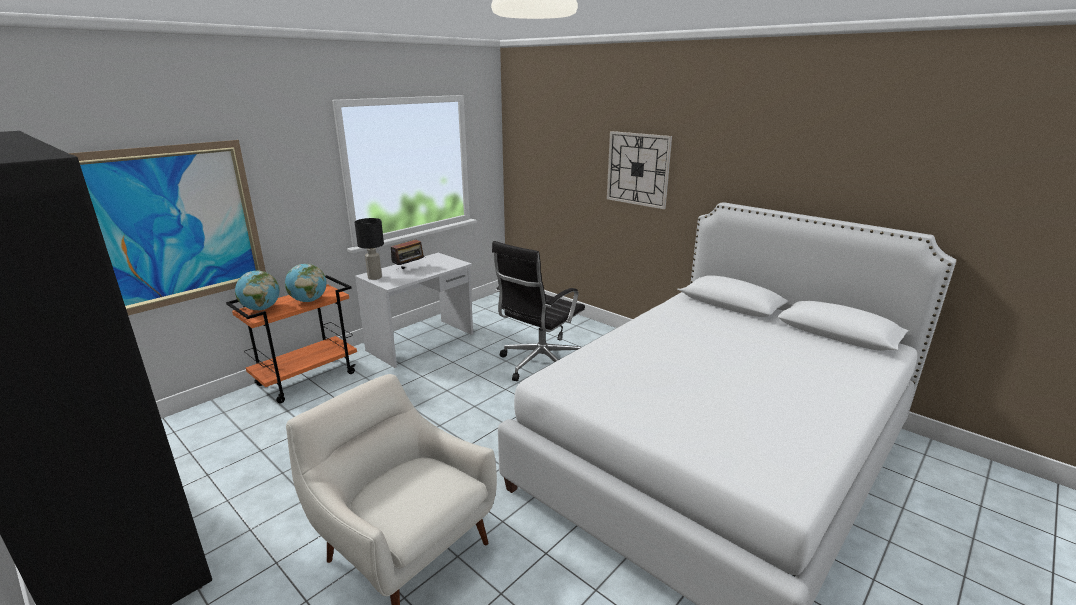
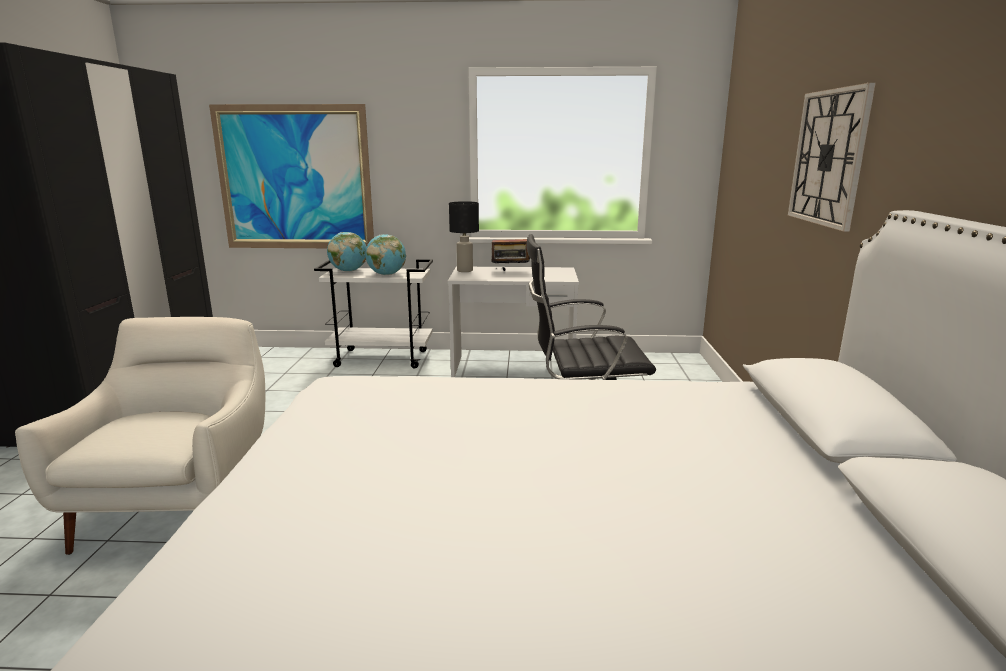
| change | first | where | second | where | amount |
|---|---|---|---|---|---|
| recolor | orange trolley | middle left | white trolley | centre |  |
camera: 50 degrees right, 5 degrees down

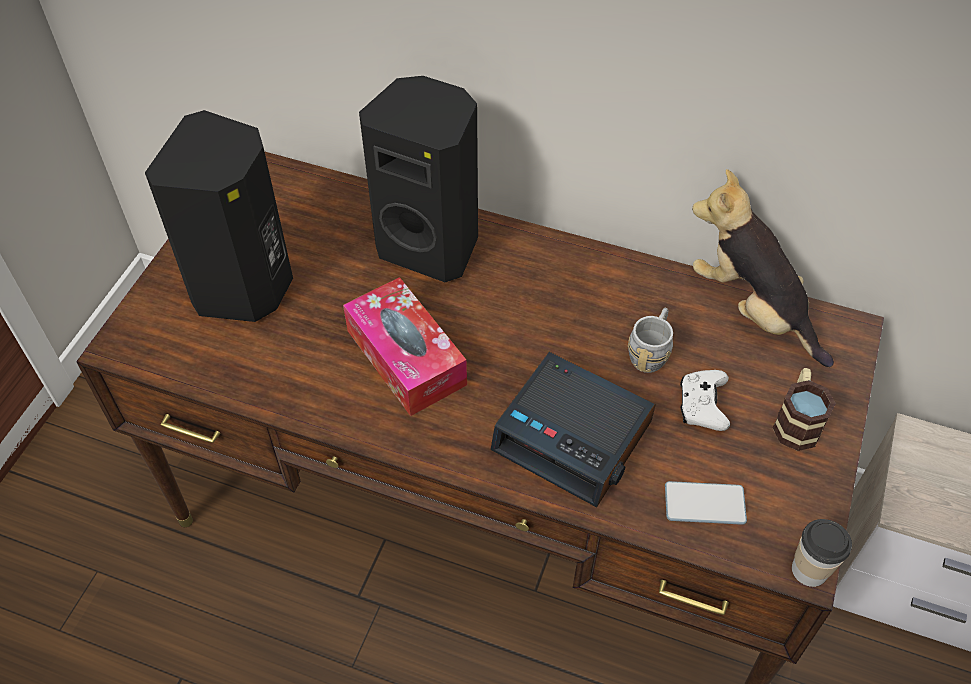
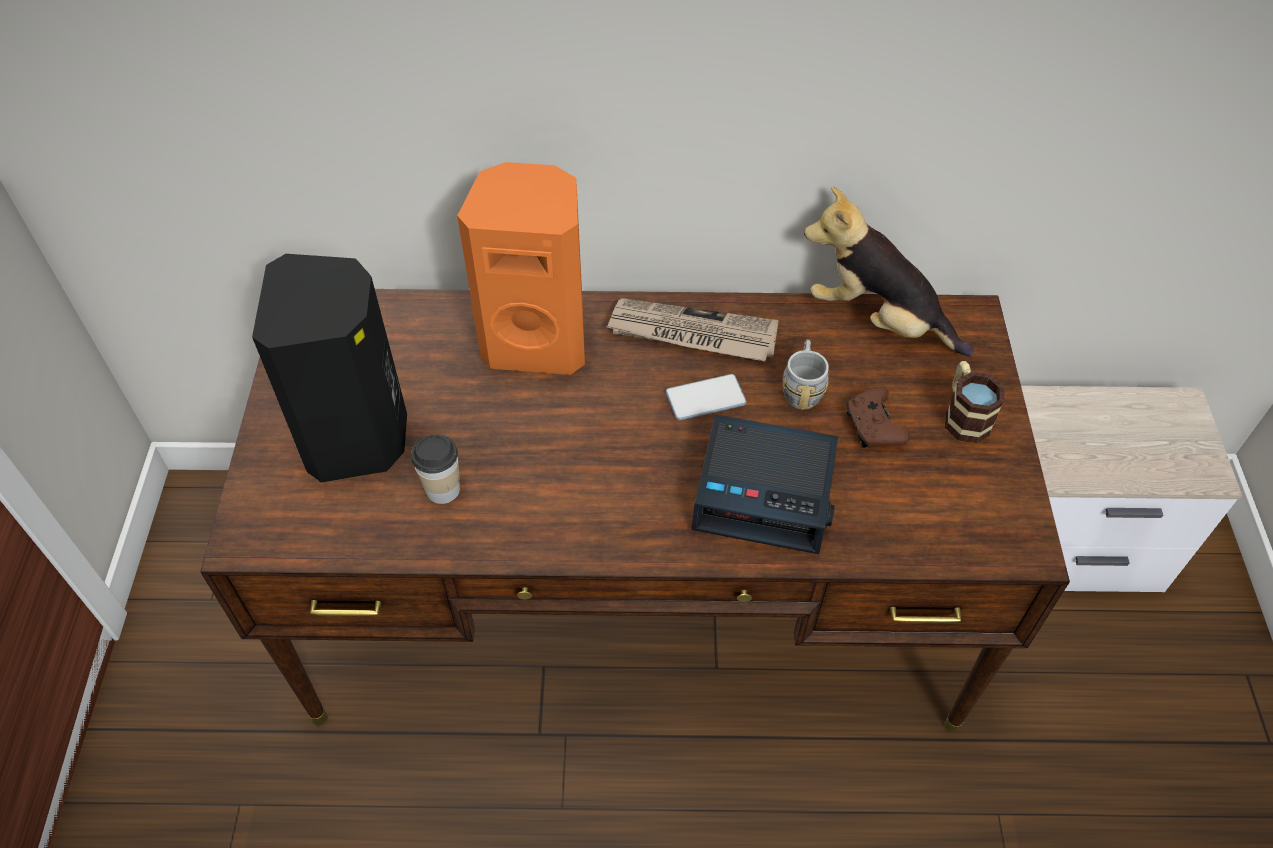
| change | first | where | second | where | amount |
|---|---|---|---|---|---|
| delete | box of tissues | centre |  |  |  |
| insert |  |  | newspaper | centre |  |
| move | phone | bottom right |  | centre |  |
| move | cup | bottom right |  | centre |  |
| recolor | black-coloured audio speaker (2nd from left) | top centre | orange audio speaker | top centre |  |
| recolor | white gamepad | middle right | brownish gamepad | middle right |  |
camera: 20 degrees left, 0 degrees up

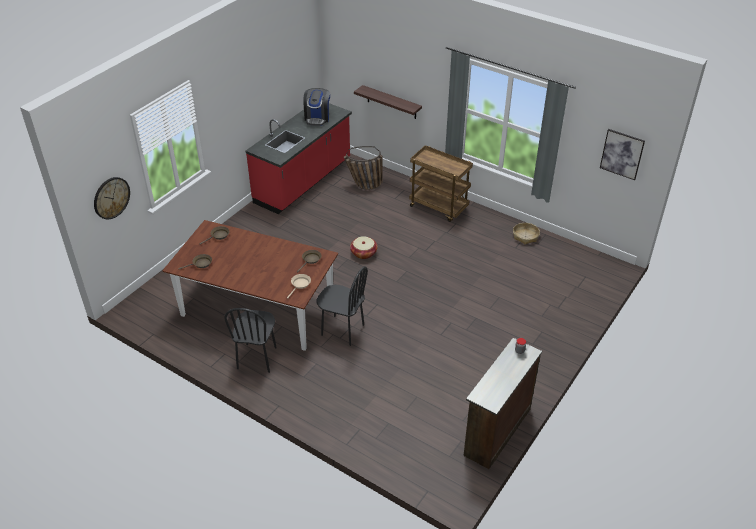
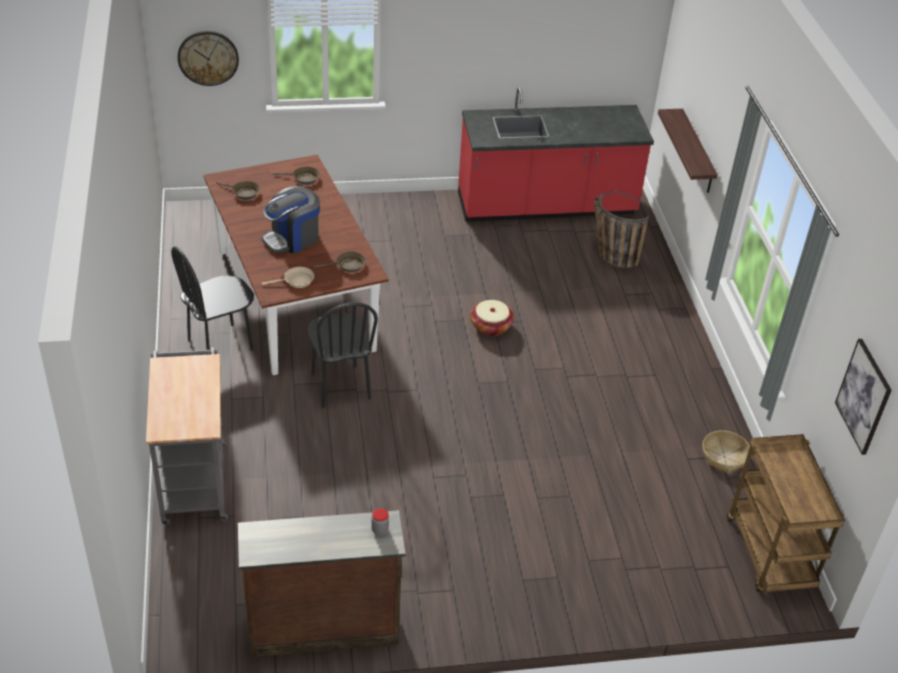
| change | first | where | second | where | amount |
|---|---|---|---|---|---|
| insert |  |  | gray trolley | middle left |  |
| move | coffee brewer | top centre |  | top left |  |
| move | brownish trolley | centre |  | bottom right |  |
camera: 45 degrees right, 0 degrees up

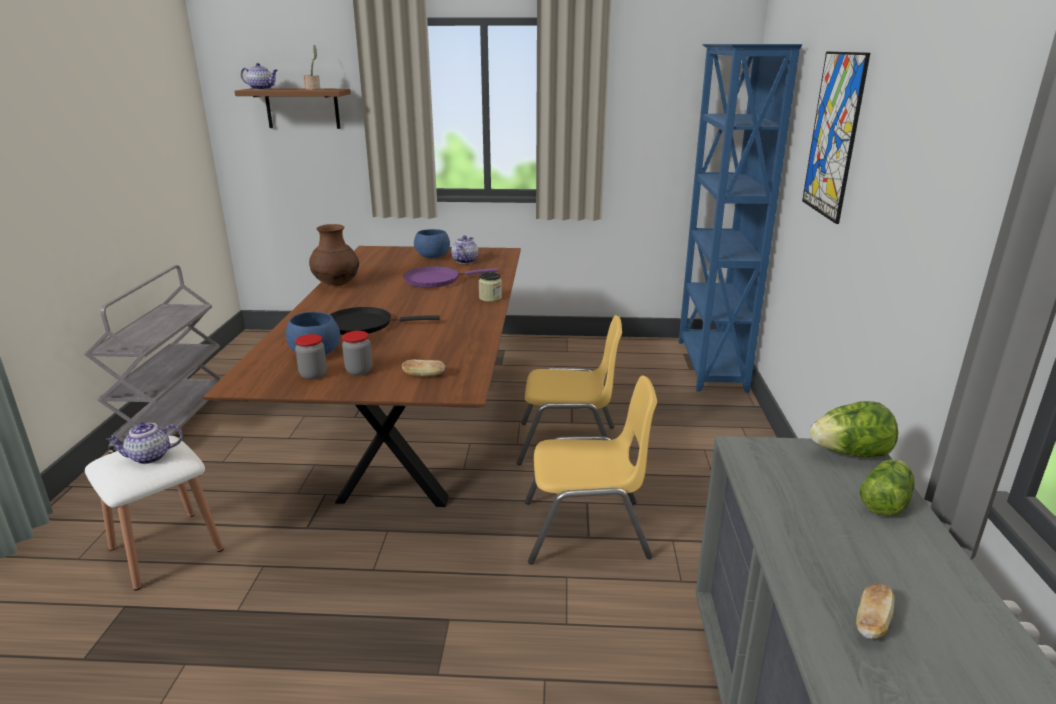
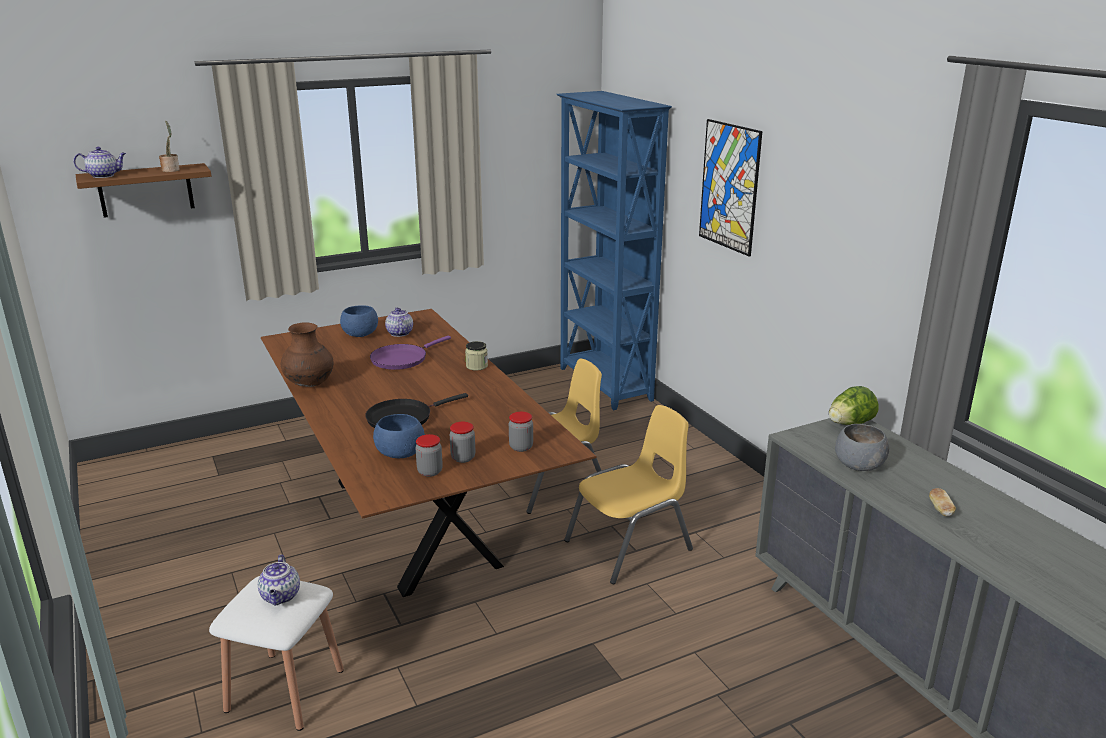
| change | first | where | second | where | amount |
|---|---|---|---|---|---|
| delete | gray trolley | middle left |  |  |  |
| delete | head of lettuce (2nd from left) | bottom right |  |  |  |
| insert |  |  | gray serving bowl | middle right |  |
| replace | bakery bread (1st from left) | centre | jar (4th from left) | centre |  |
| rotate | tea pot (1st from left in the first image) | middle left | tea pot (2nd from left) | bottom left | 45 degrees counterclockwise |
camera: 30 degrees left, 0 degrees up

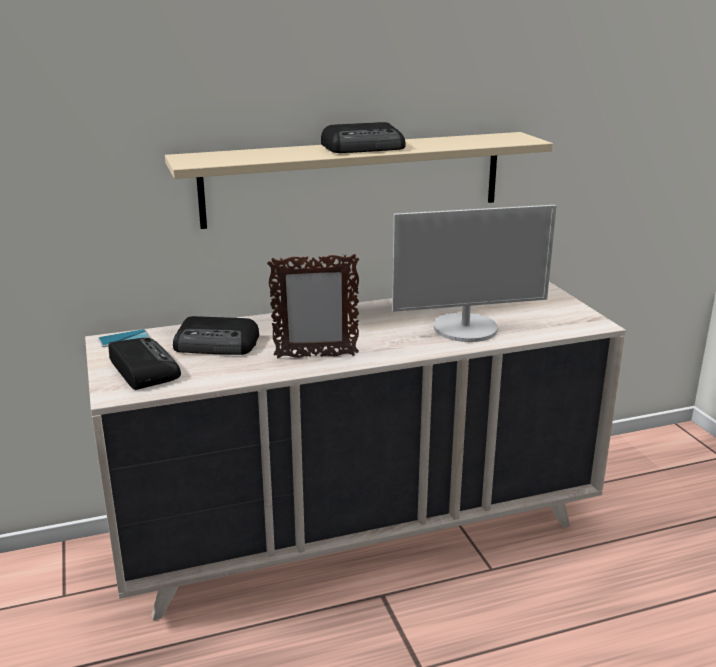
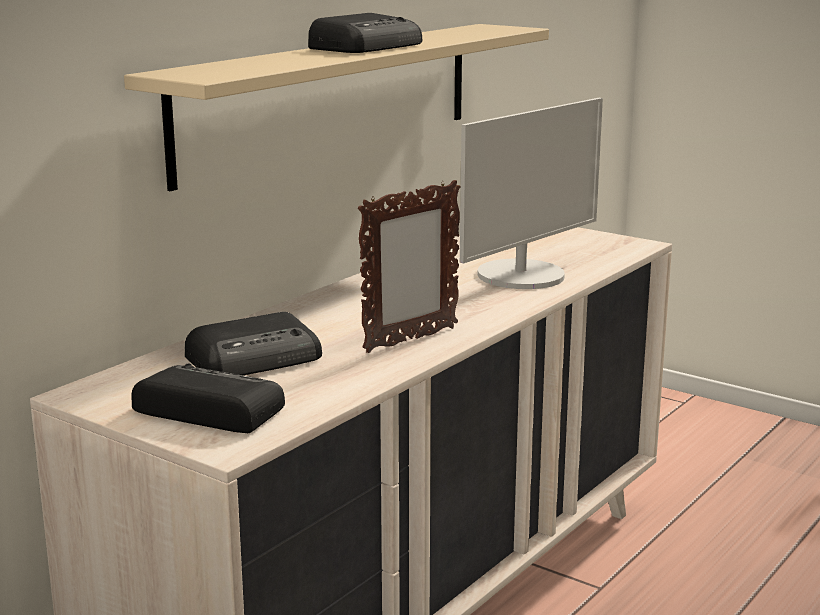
| change | first | where | second | where | amount |
|---|---|---|---|---|---|
| delete | phone | middle left |  |  |  |
camera: 35 degrees left, 5 degrees down

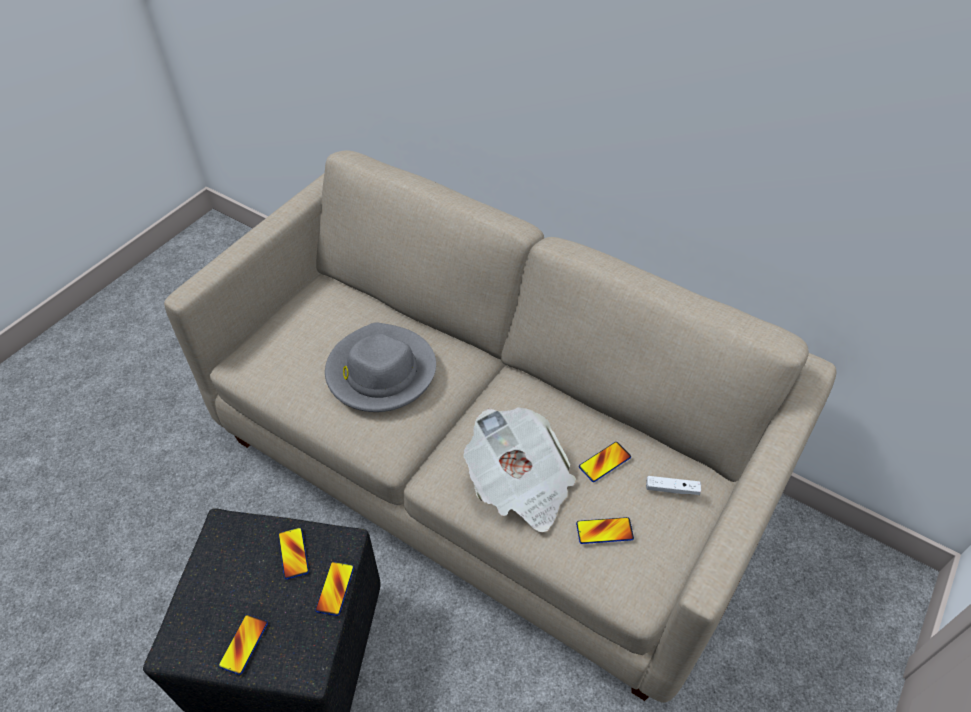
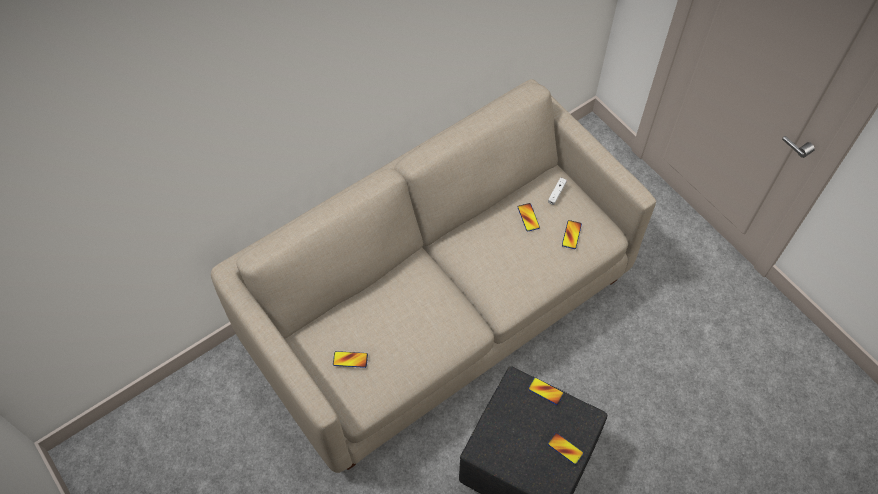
| change | first | where | second | where | amount |
|---|---|---|---|---|---|
| delete | gray wearable hat | centre |  |  |  |
| delete | newspaper | centre |  |  |  |
| move | phone (2nd from left in the first image) | bottom left | phone (1st from left) | bottom centre |  |
camera: 70 degrees left, 10 degrees up

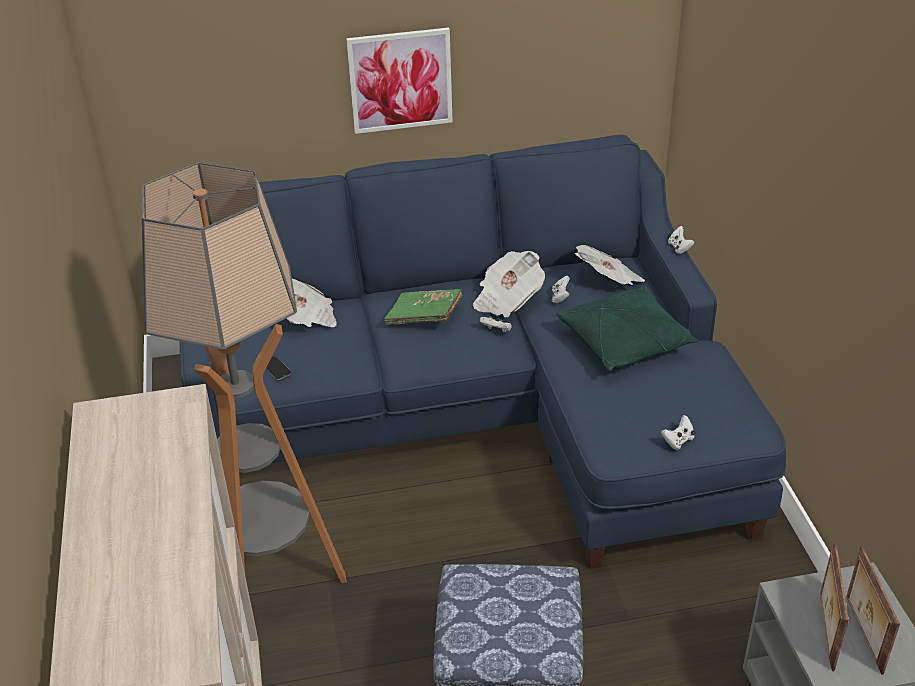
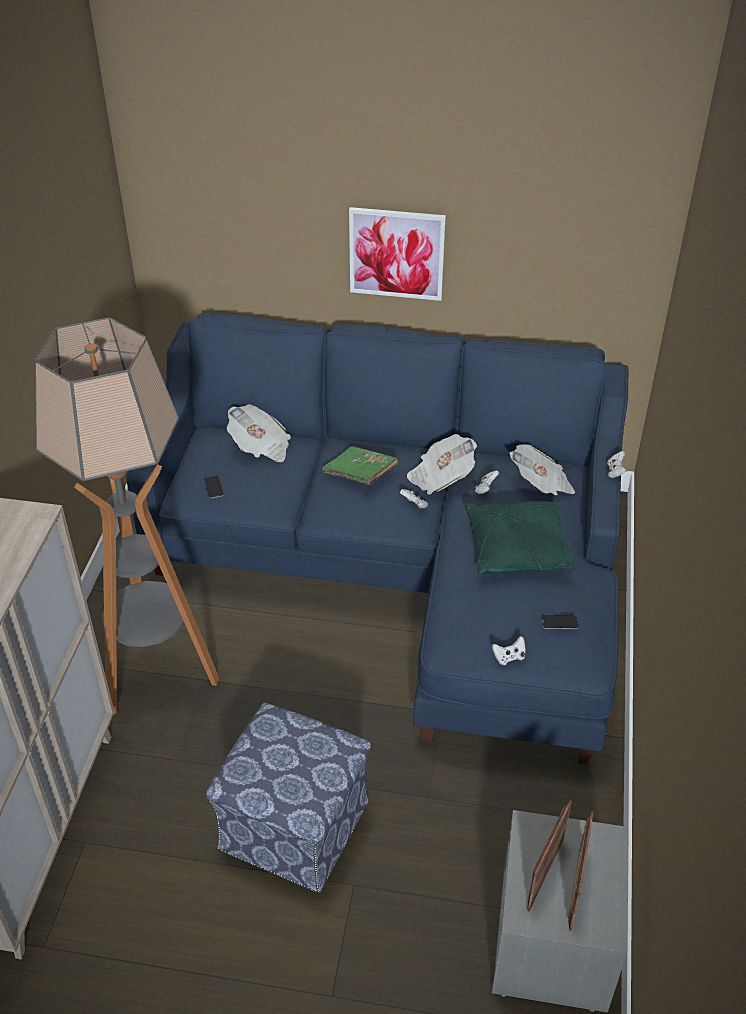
| change | first | where | second | where | amount |
|---|---|---|---|---|---|
| insert |  |  | phone (2nd from left) | middle right |  |
camera: 20 degrees right, 5 degrees up

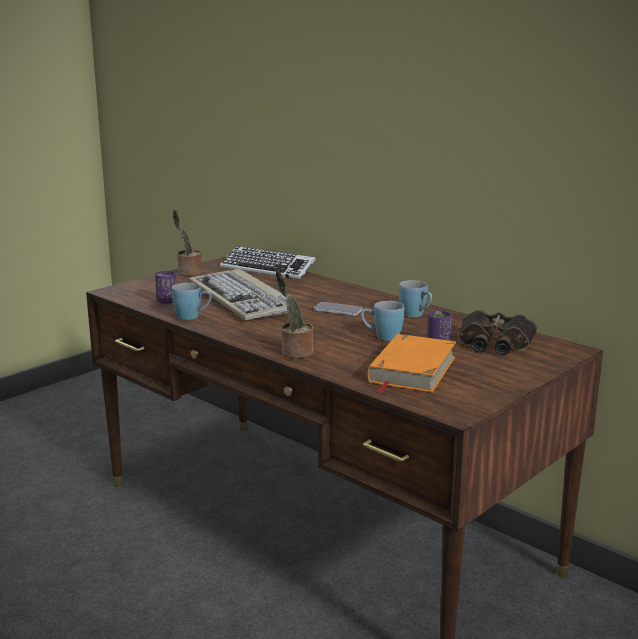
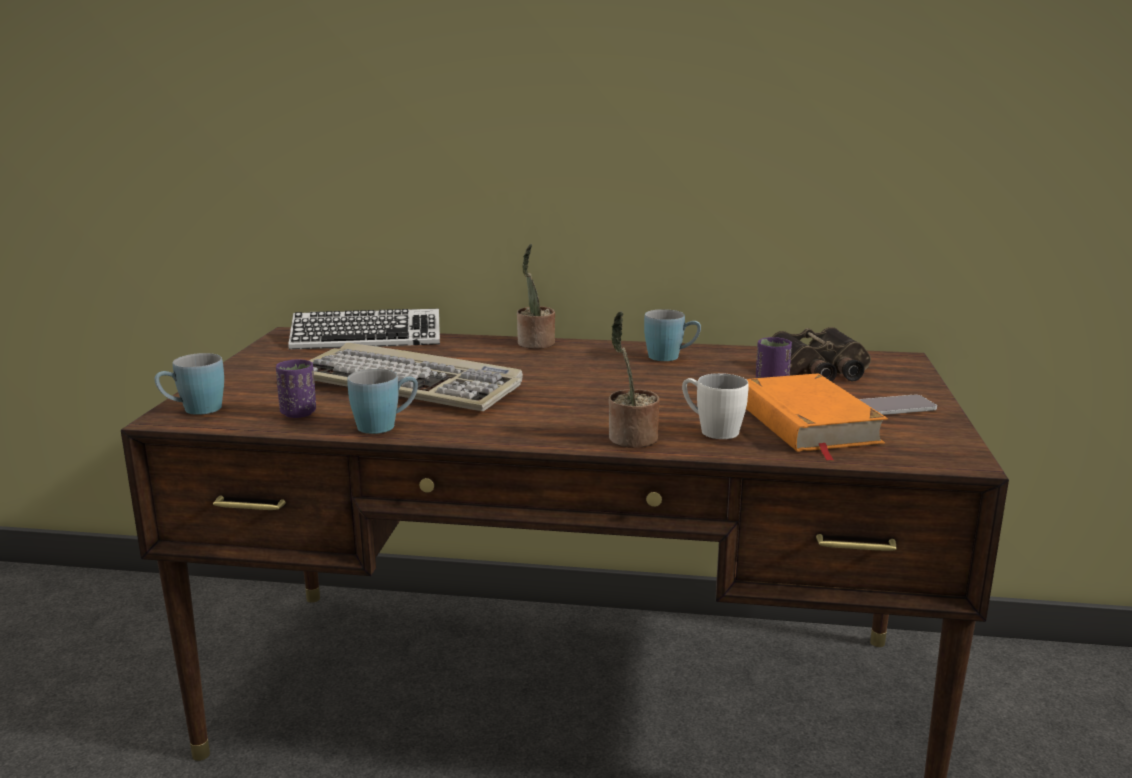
| change | first | where | second | where | amount |
|---|---|---|---|---|---|
| insert |  |  | white tea mug | centre |  |
| move | houseplant (1st from left) | middle left |  | centre |  |
| move | phone | centre |  | middle right |  |
| move | blue-coloured tea mug (2nd from left in the first image) | centre | blue-coloured tea mug (1st from left) | middle left |  |
camera: 35 degrees left, 0 degrees up

